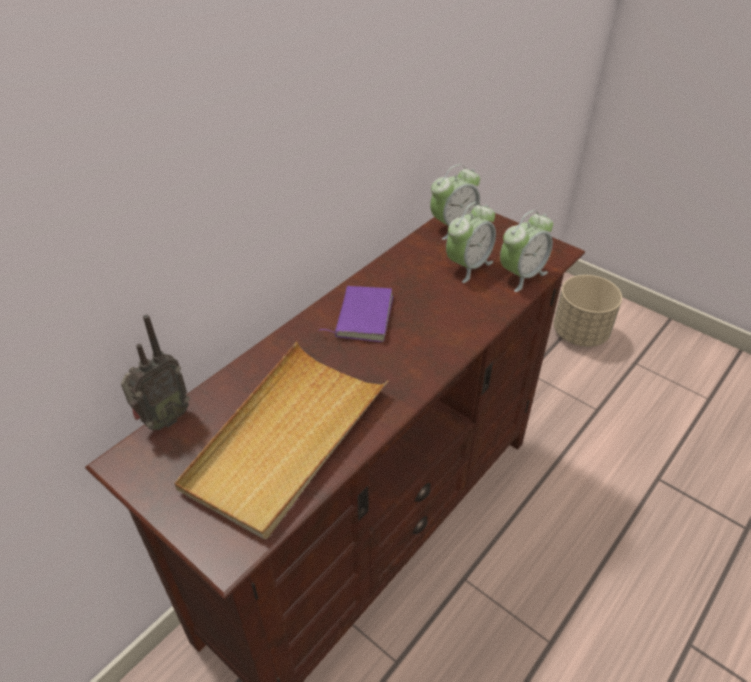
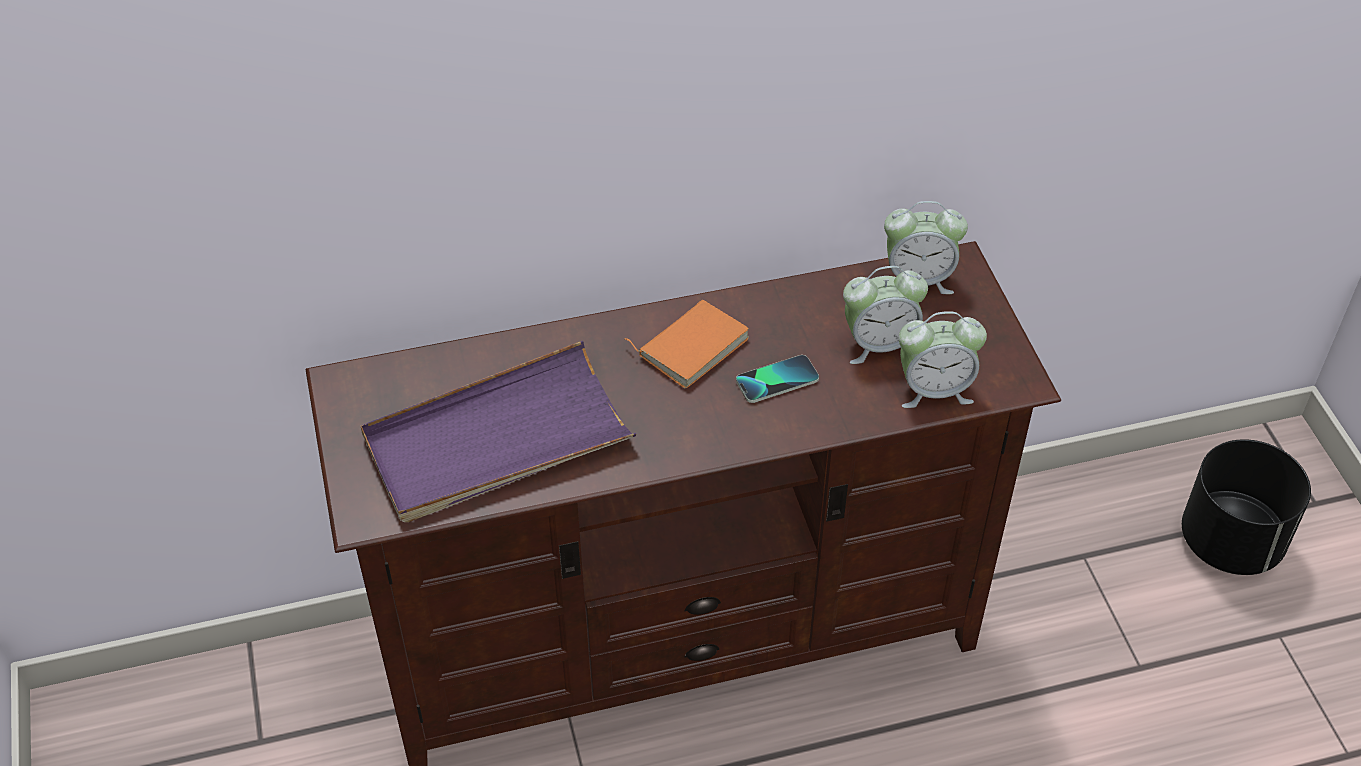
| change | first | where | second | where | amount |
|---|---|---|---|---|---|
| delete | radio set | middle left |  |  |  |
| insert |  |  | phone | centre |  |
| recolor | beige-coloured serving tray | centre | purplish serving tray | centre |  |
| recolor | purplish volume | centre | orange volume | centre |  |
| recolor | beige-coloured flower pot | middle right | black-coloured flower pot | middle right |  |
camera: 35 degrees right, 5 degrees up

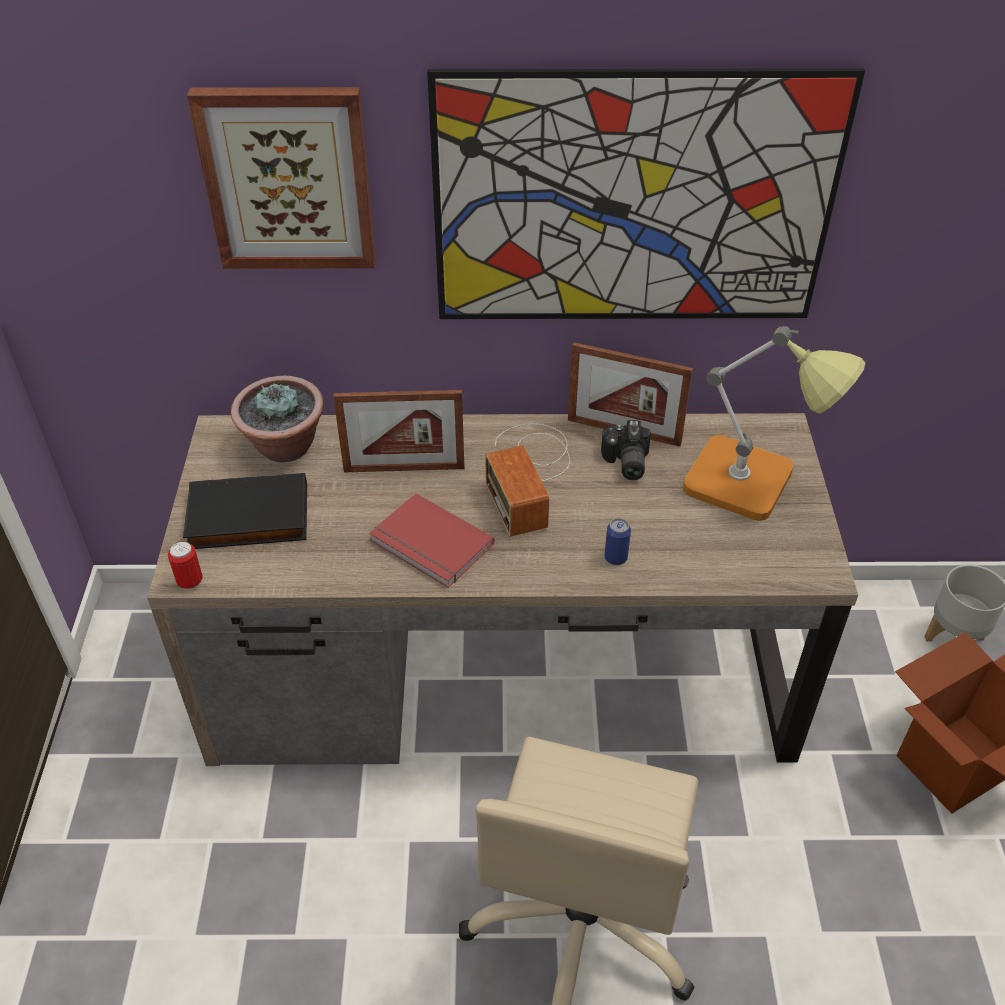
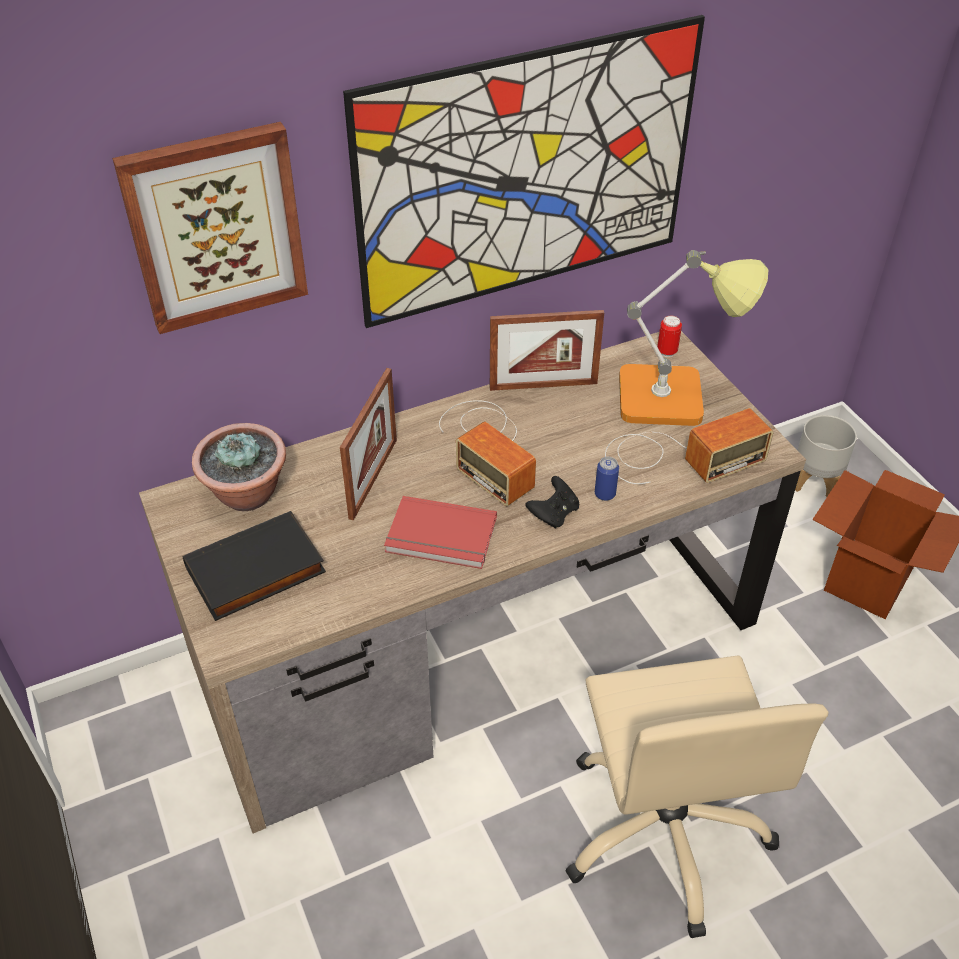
| change | first | where | second | where | amount |
|---|---|---|---|---|---|
| delete | photo camera | centre |  |  |  |
| insert |  |  | black-coloured gamepad | centre |  |
| insert |  |  | radio set (2nd from left) | middle right |  |
| move | sealed can (1st from left in the first image) | middle left | sealed can (2nd from left) | middle right |  |
| rotate | photo frame (1st from left) | centre |  | centre | 45 degrees counterclockwise |
camera: 25 degrees left, 0 degrees up

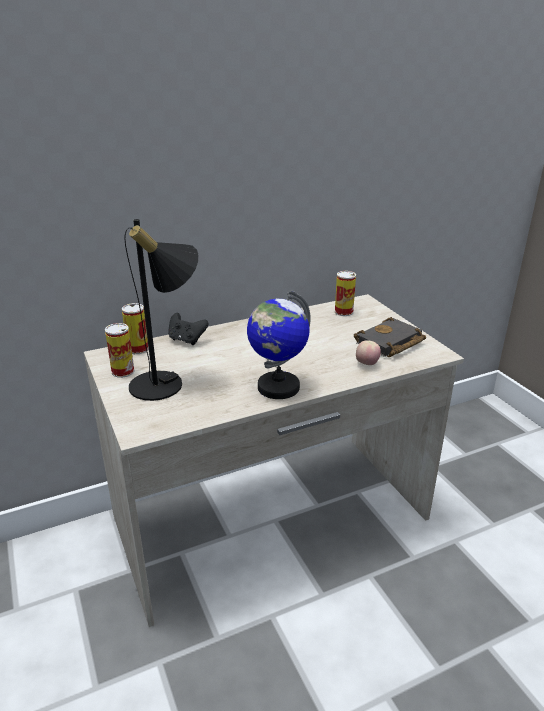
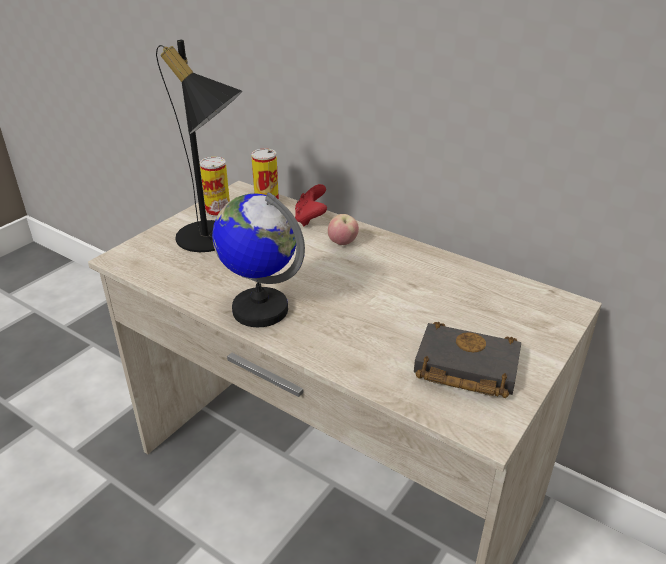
| change | first | where | second | where | amount |
|---|---|---|---|---|---|
| delete | sealed can (3rd from left) | centre |  |  |  |
| move | apple fruit | middle right |  | centre |  |
| recolor | black-coloured gamepad | centre | red-coloured gamepad | centre |  |
camera: 60 degrees right, 5 degrees up

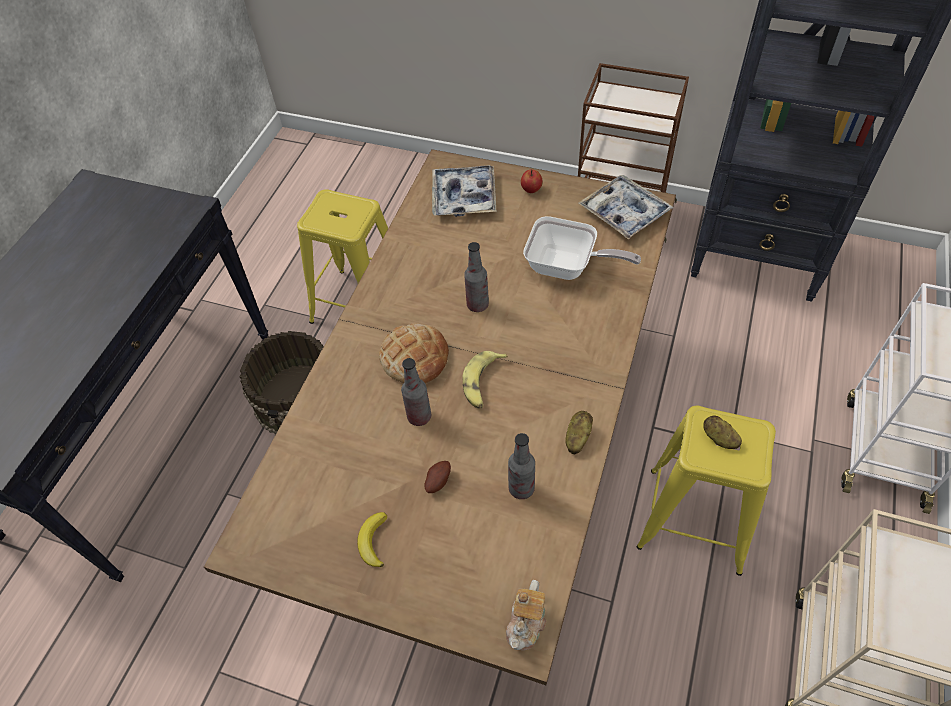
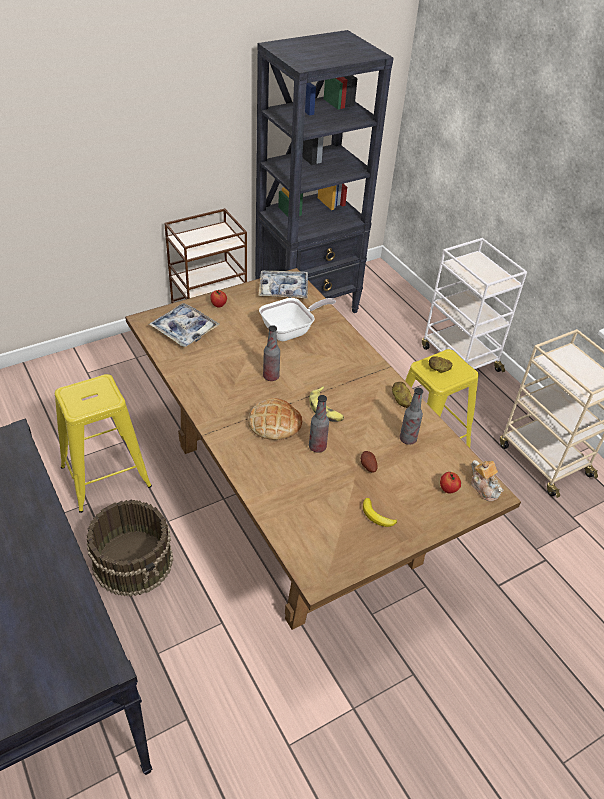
| change | first | where | second | where | amount |
|---|---|---|---|---|---|
| insert |  |  | apple fruit (2nd from left) | middle right |  |
camera: 55 degrees left, 10 degrees down

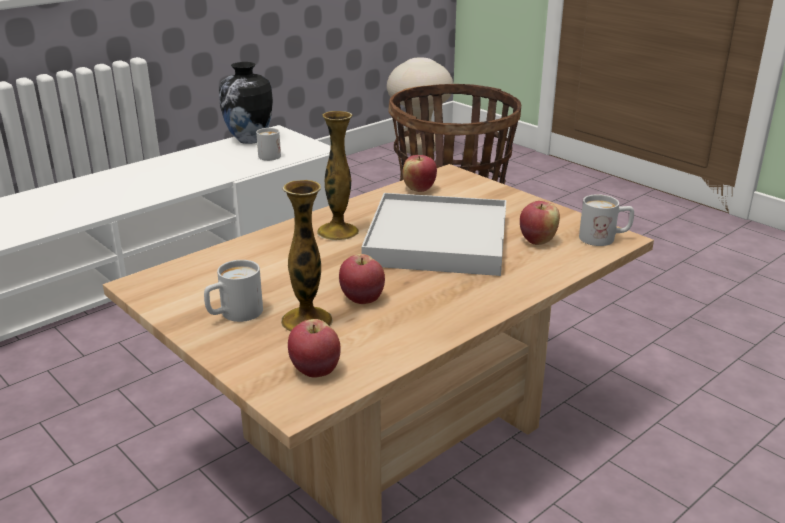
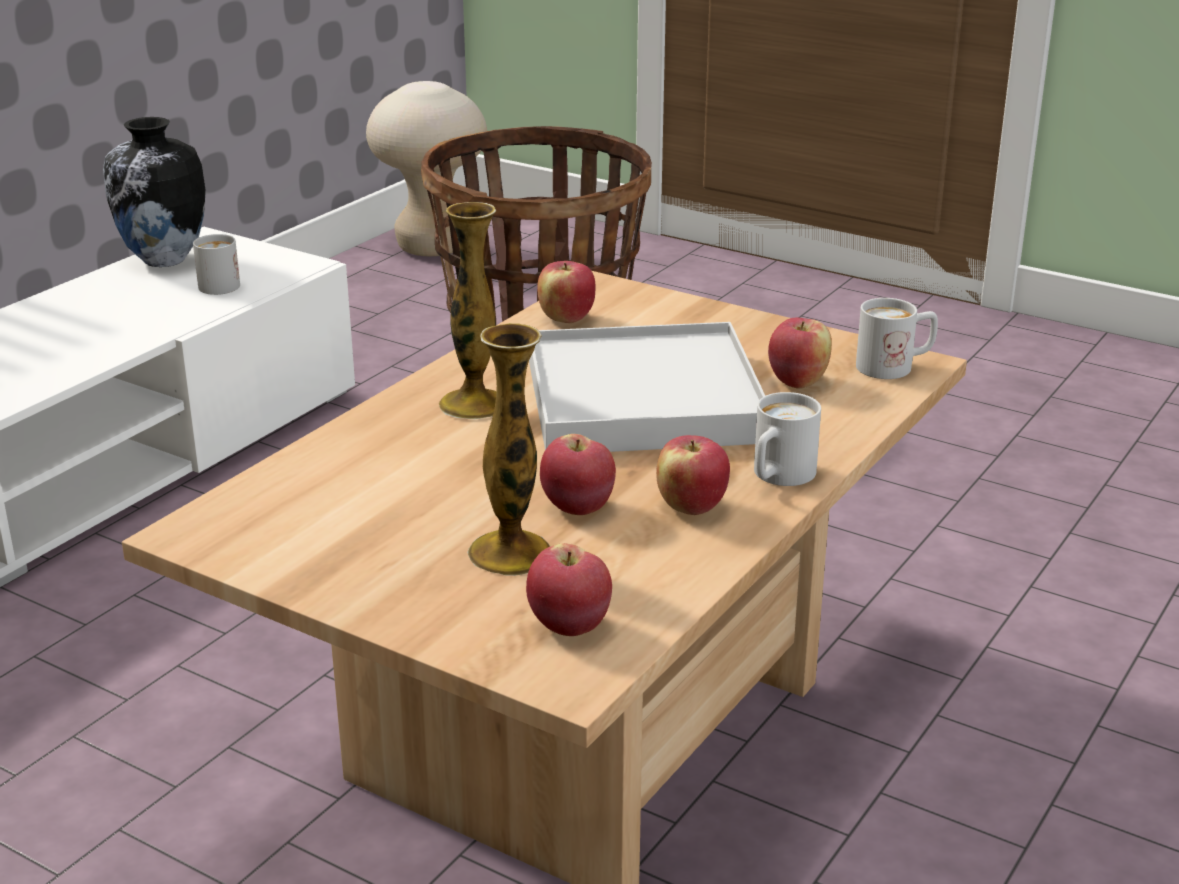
| change | first | where | second | where | amount |
|---|---|---|---|---|---|
| insert |  |  | apple fruit (4th from left) | centre |  |
| move | white tea mug (1st from left in the first image) | middle left | white tea mug (2nd from left) | middle right |  |
camera: 15 degrees left, 0 degrees up

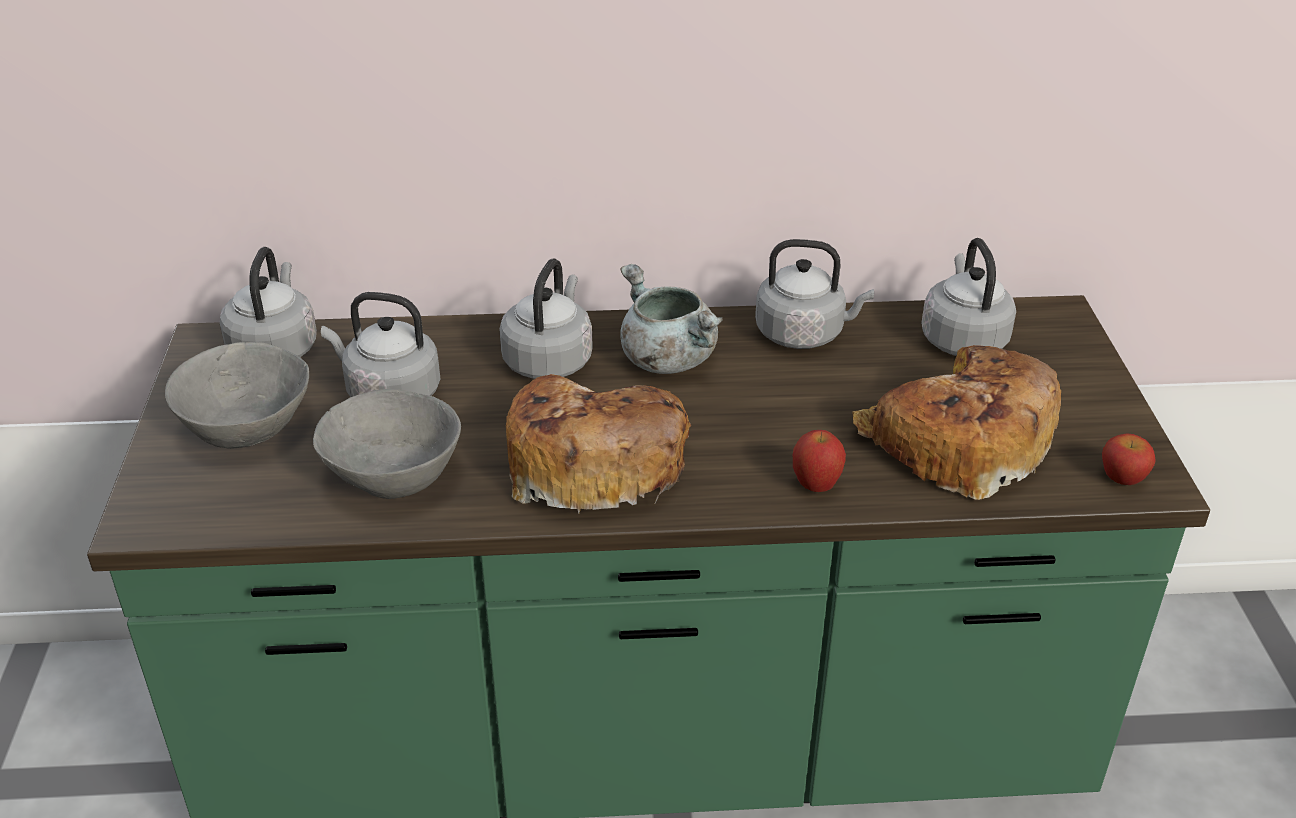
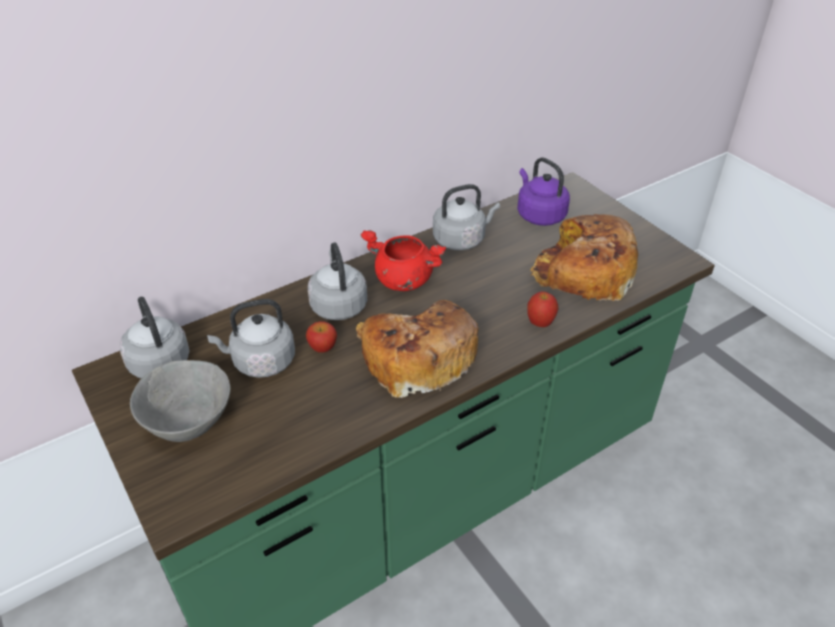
| change | first | where | second | where | amount |
|---|---|---|---|---|---|
| delete | gray serving bowl (2nd from left) | middle left |  |  |  |
| move | apple fruit (2nd from left in the first image) | middle right | apple fruit (1st from left) | centre |  |
| recolor | gray stockpot | centre | red-coloured stockpot | centre |  |
| recolor | gray tea kettle (5th from left) | middle right | purplish tea kettle | top centre |  |
camera: 30 degrees left, 5 degrees up

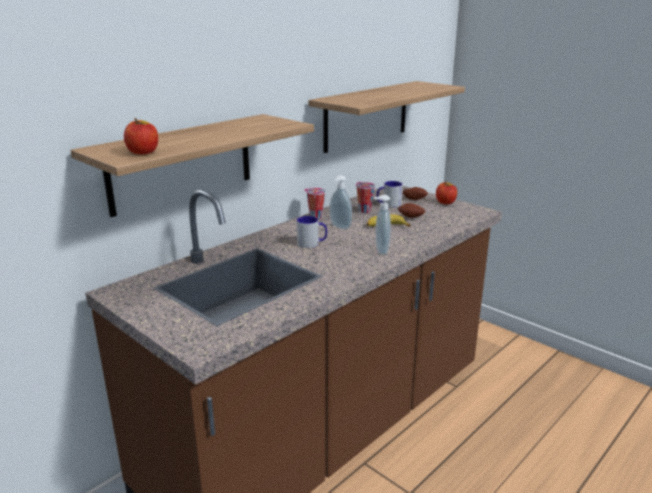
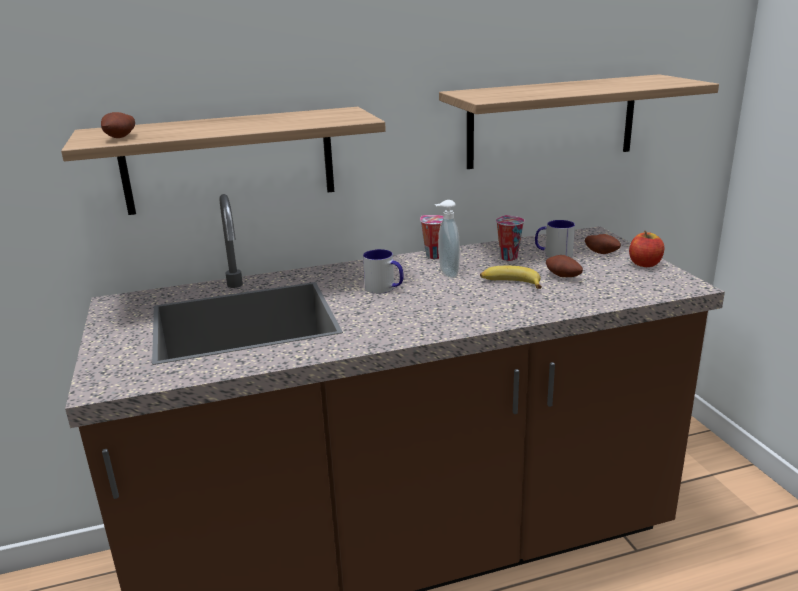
| change | first | where | second | where | amount |
|---|---|---|---|---|---|
| delete | soap bottle (2nd from left) | centre |  |  |  |
| replace | apple fruit (1st from left) | top left | whole potato (1st from left) | top left |  |
camera: 30 degrees right, 0 degrees up

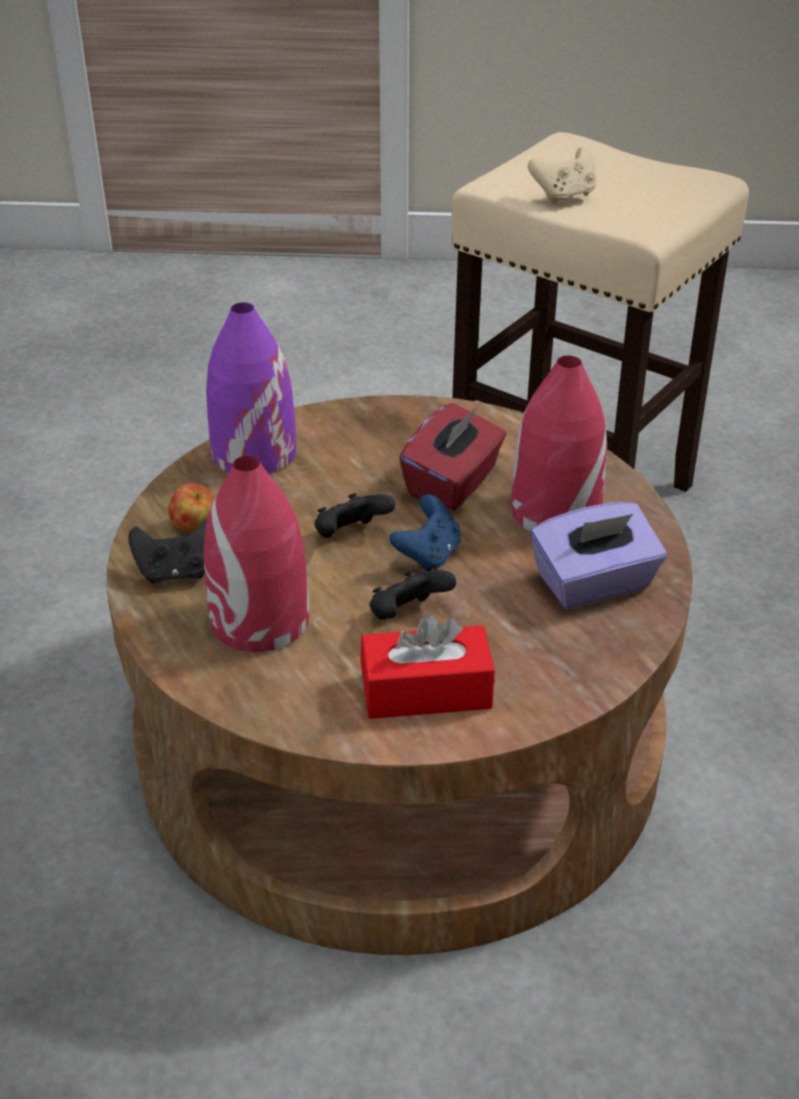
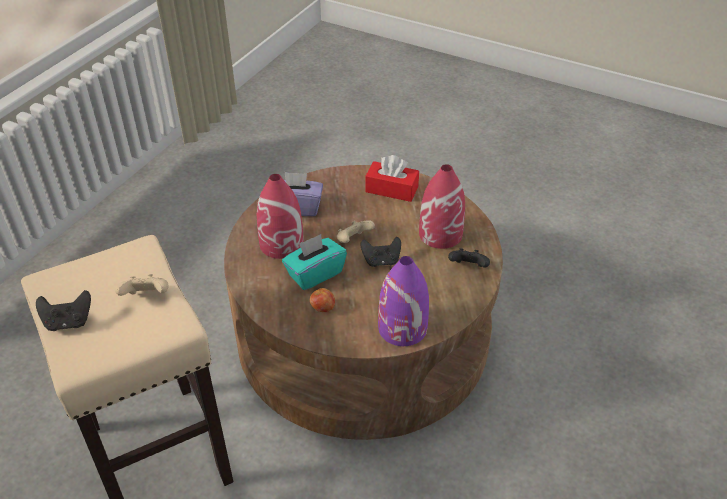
| change | first | where | second | where | amount |
|---|---|---|---|---|---|
| move | apple fruit | middle left |  | centre |  |
| move | black-coloured gamepad (3rd from left in the first image) | centre | black-coloured gamepad (1st from left) | middle left |  |
| recolor | blue-coloured gamepad | centre | beige-coloured gamepad (2nd from left) | centre |  |
| recolor | red-coloured box of tissues (2nd from left) | centre | turquoise box of tissues | centre |  |
camera: 155 degrees left, 5 degrees up

